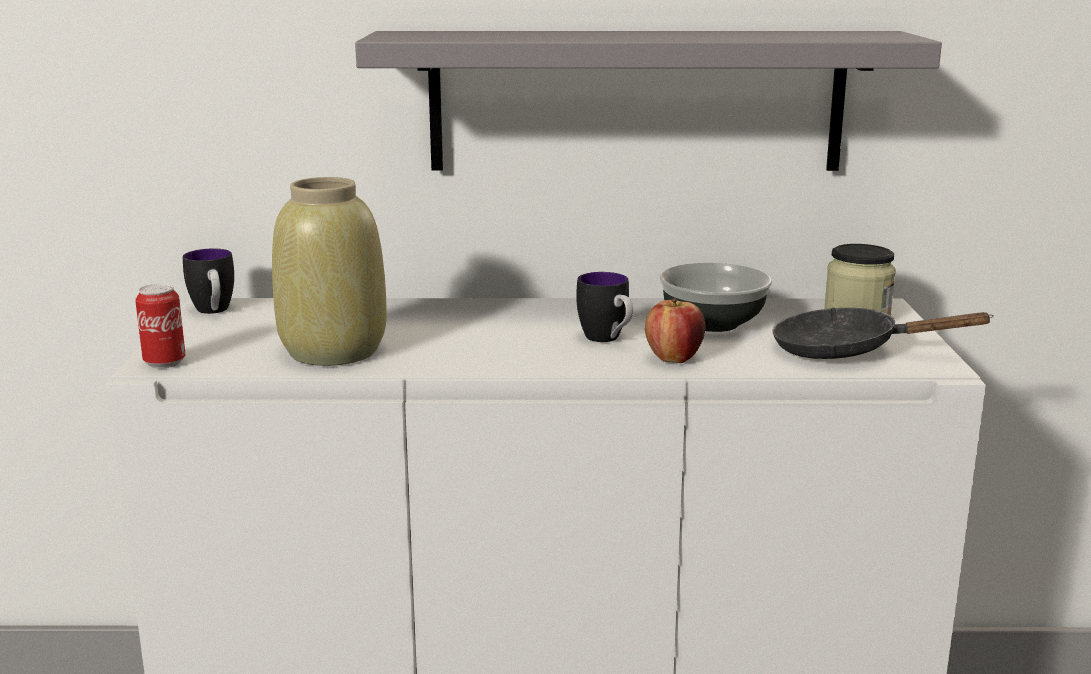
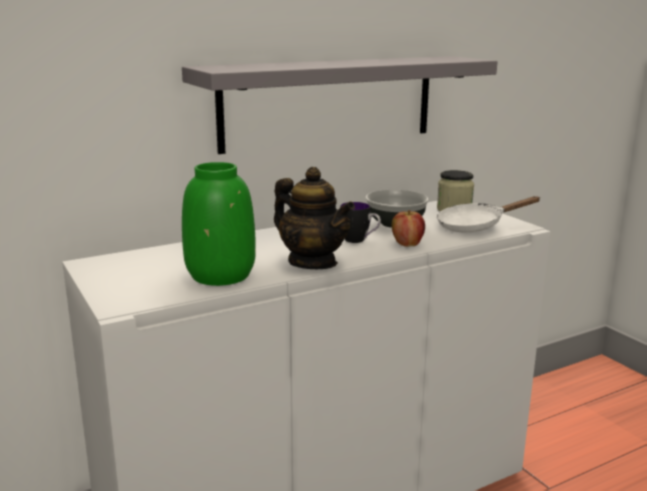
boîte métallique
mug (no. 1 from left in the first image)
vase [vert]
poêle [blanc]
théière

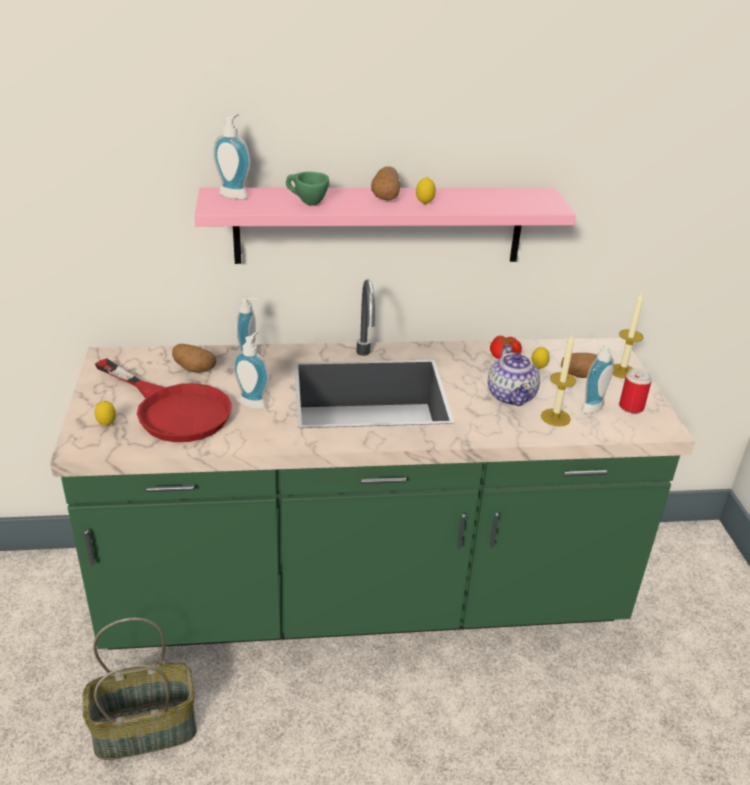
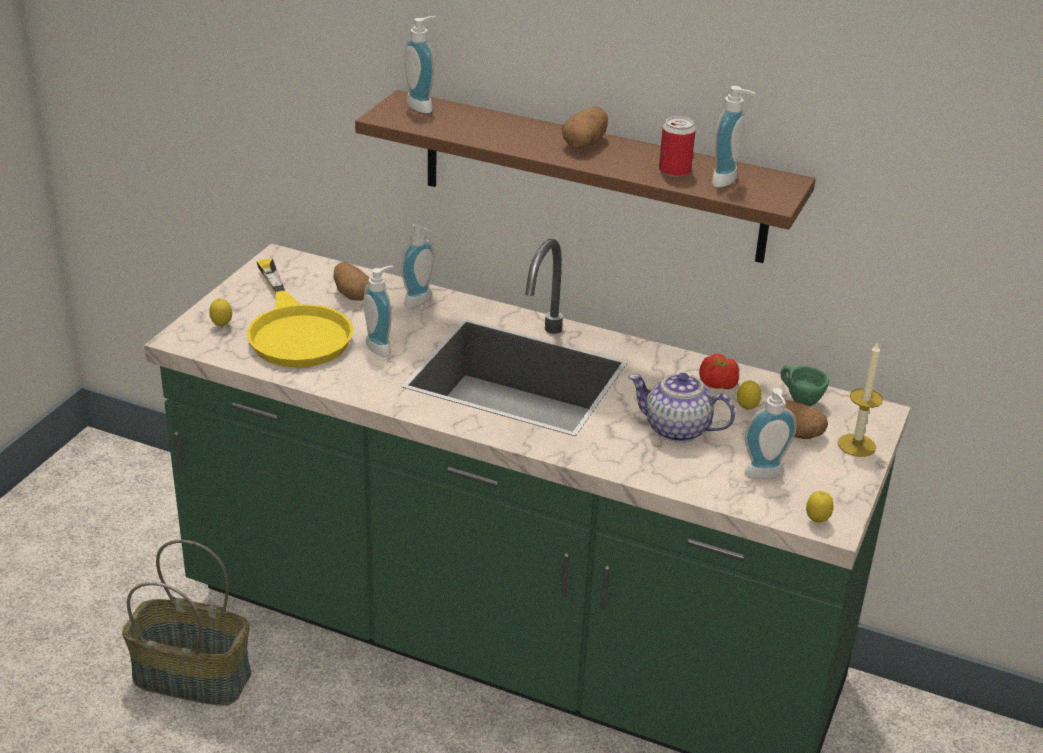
poêle [jaune]
étagère [marron]
tasse [vert]
citron (no. 3 from left)
théière
bougie (no. 1 from left in the first image)
boîte métallique
distributeur de savon (no. 4 from left)

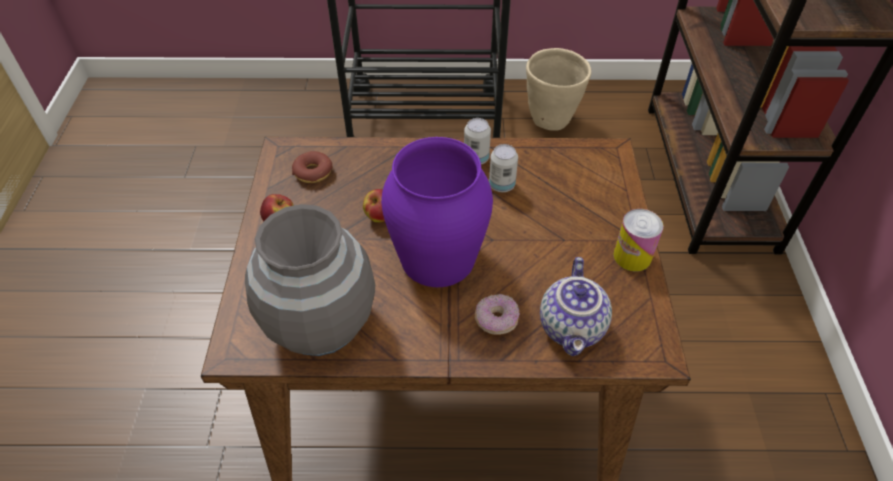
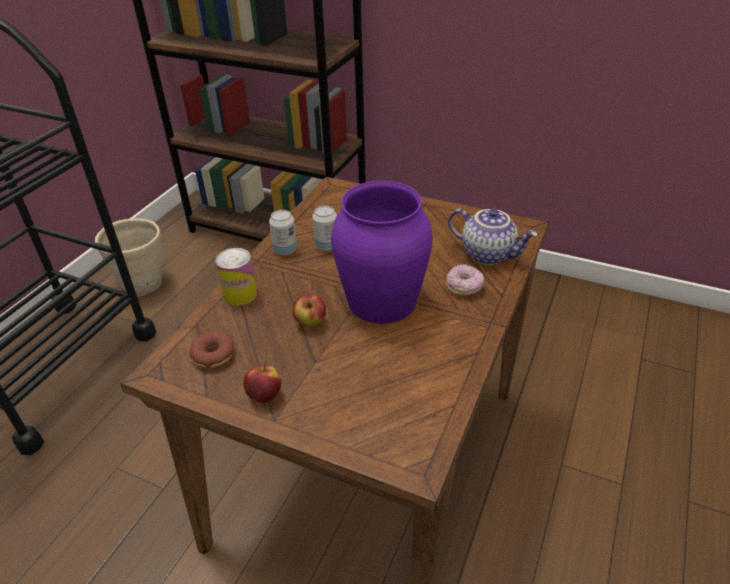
vase [gris]
boîte métallique (no. 1 from left)

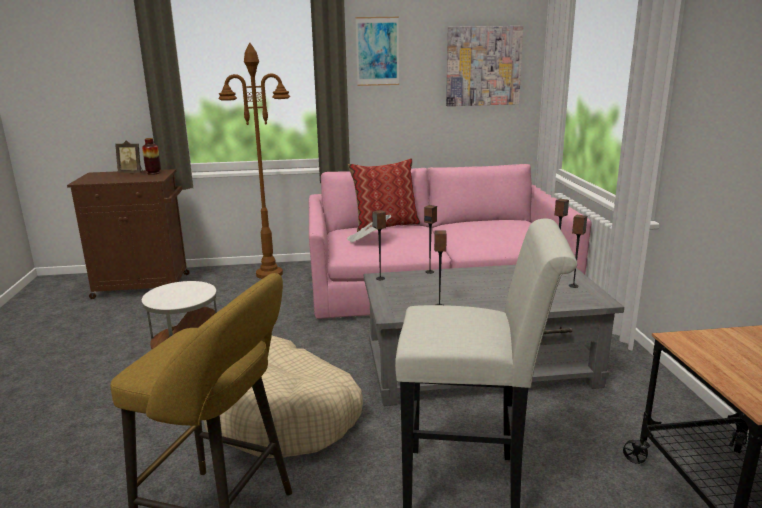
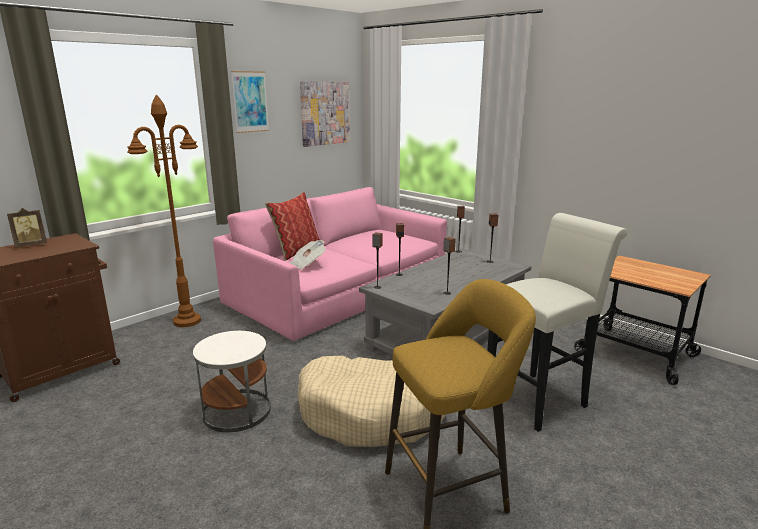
vase

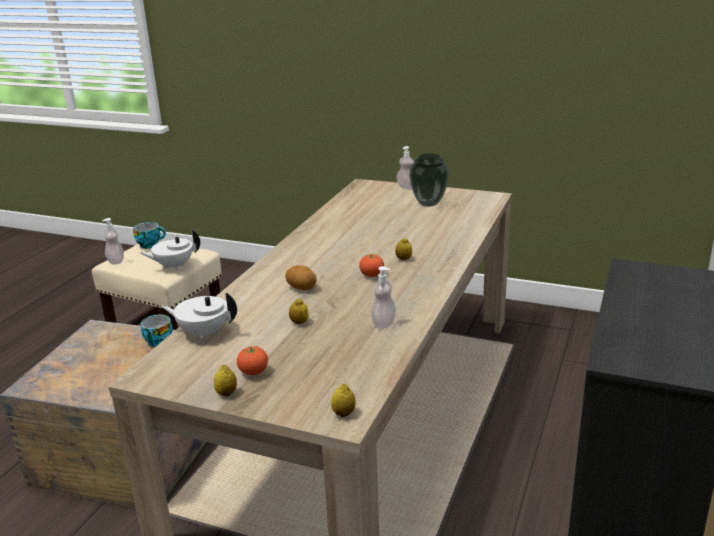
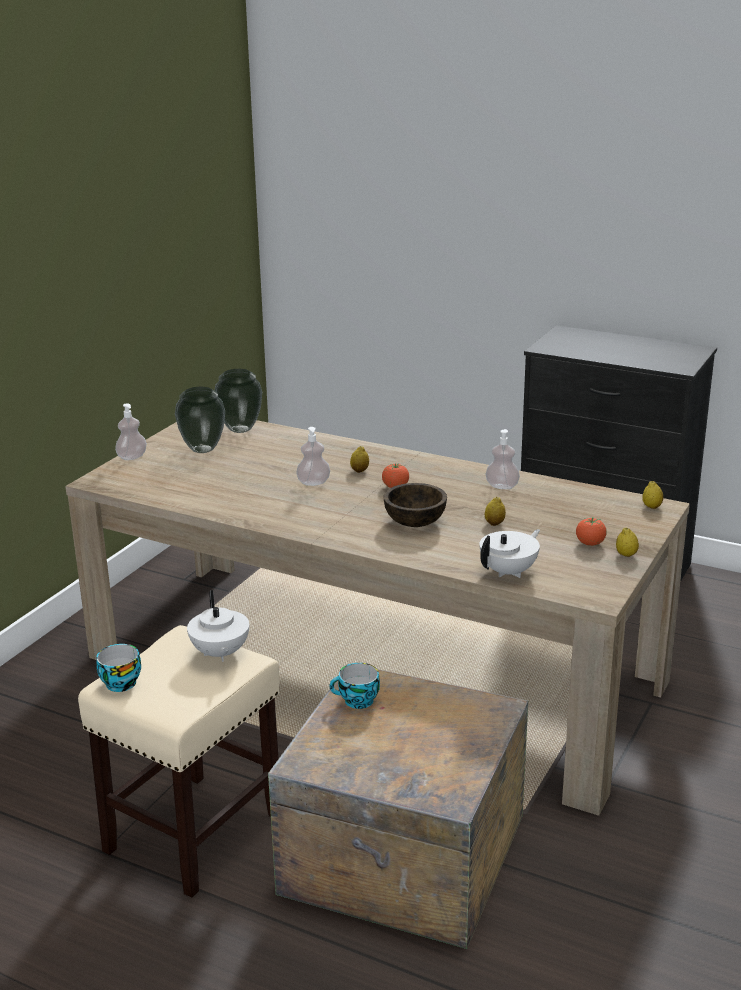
distributeur de savon (no. 2 from left)
théière [blanc] (no. 2 from left)
bol [marron]
vase (no. 2 from left)

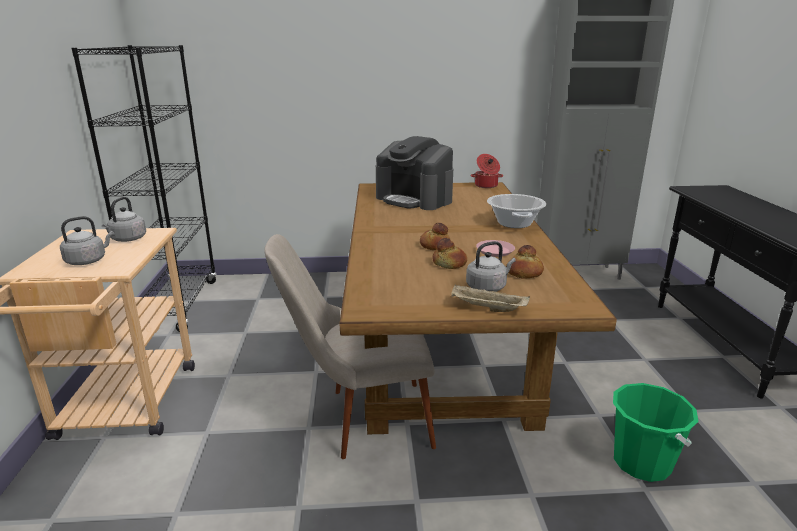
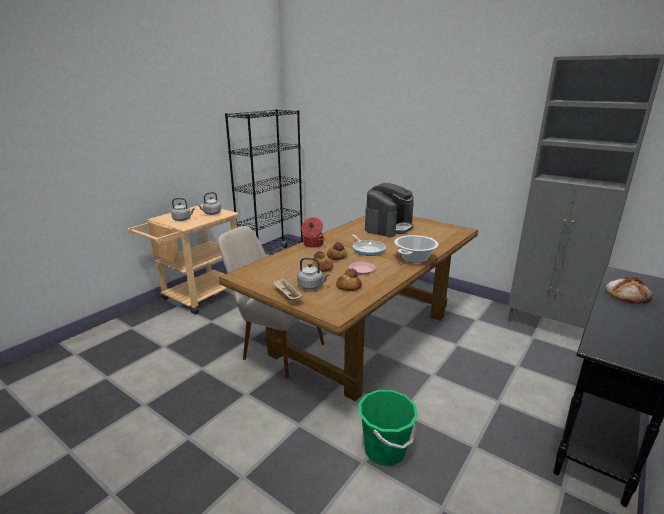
machine à café
marmite (no. 1 from left)
poêle
pain (no. 4 from left)

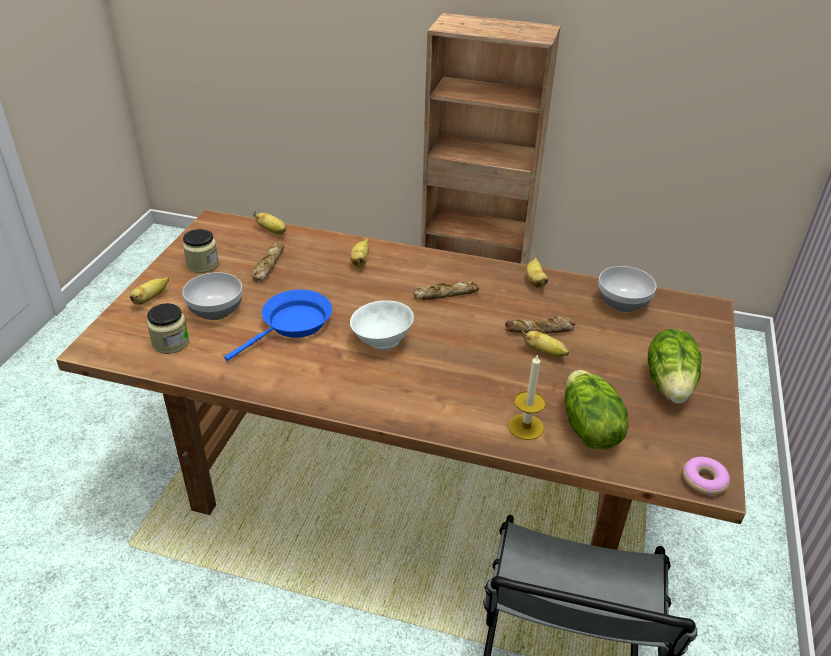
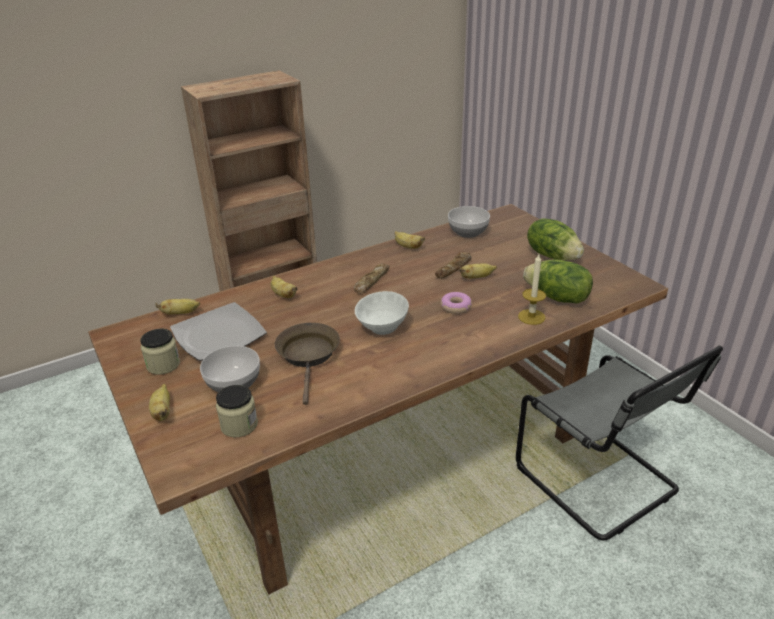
poêle [marron]
assiette
beignet

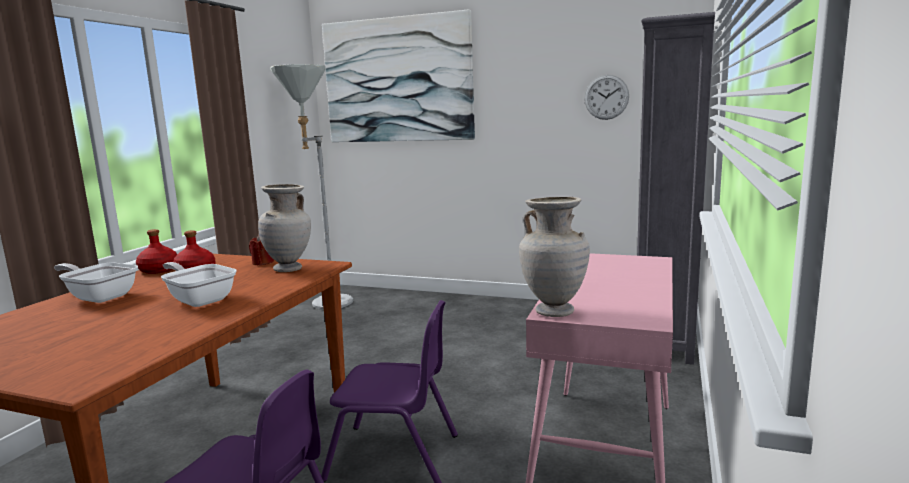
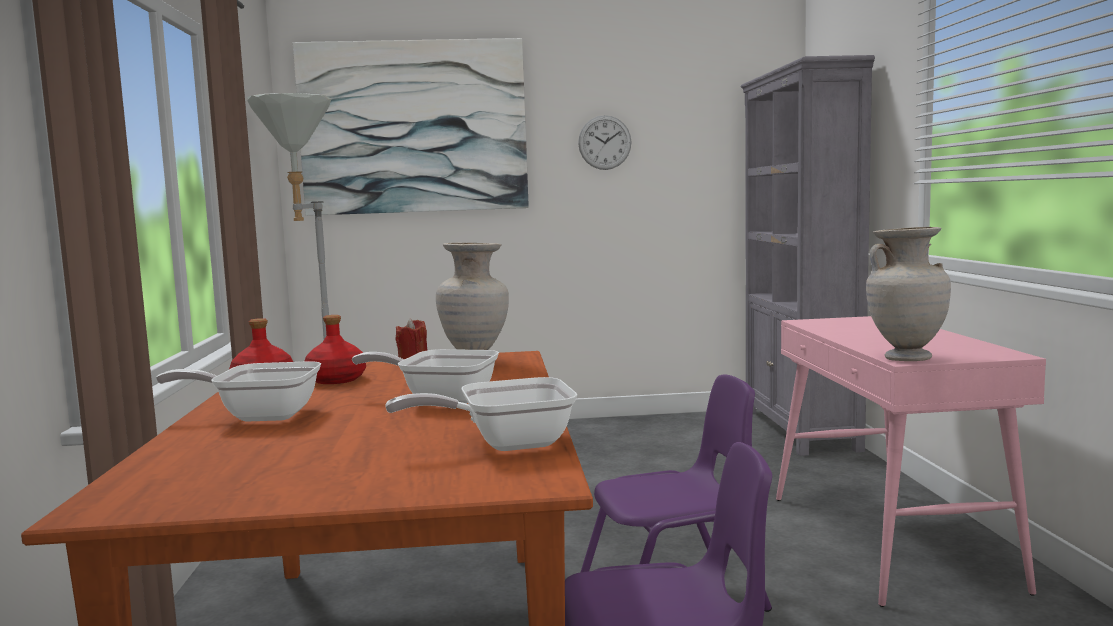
horloge murale
poêle (no. 3 from left)

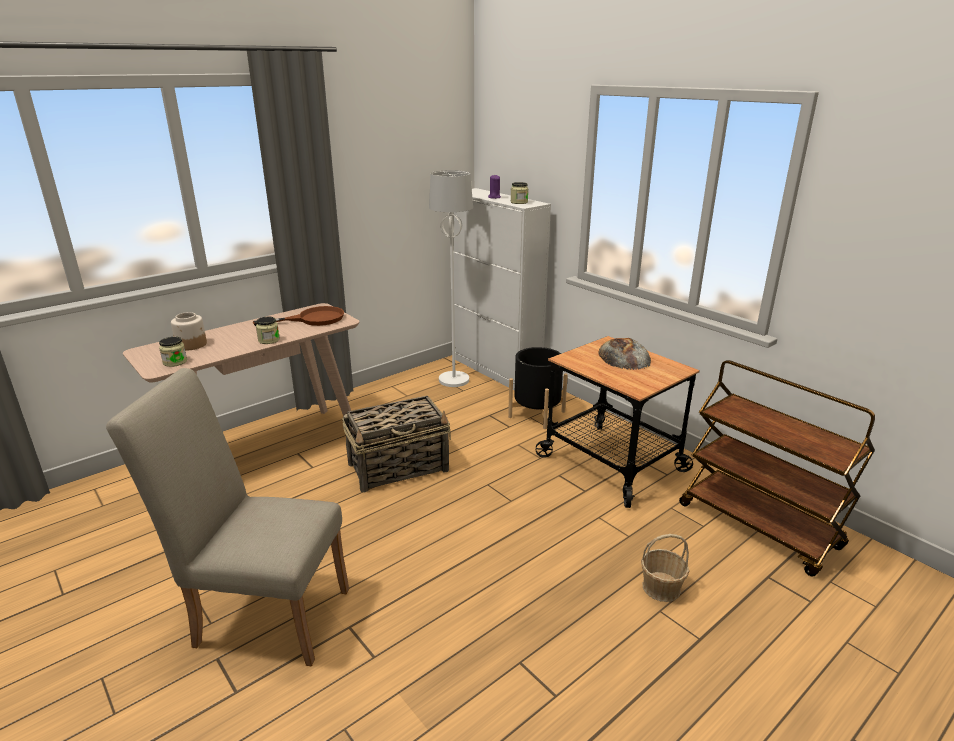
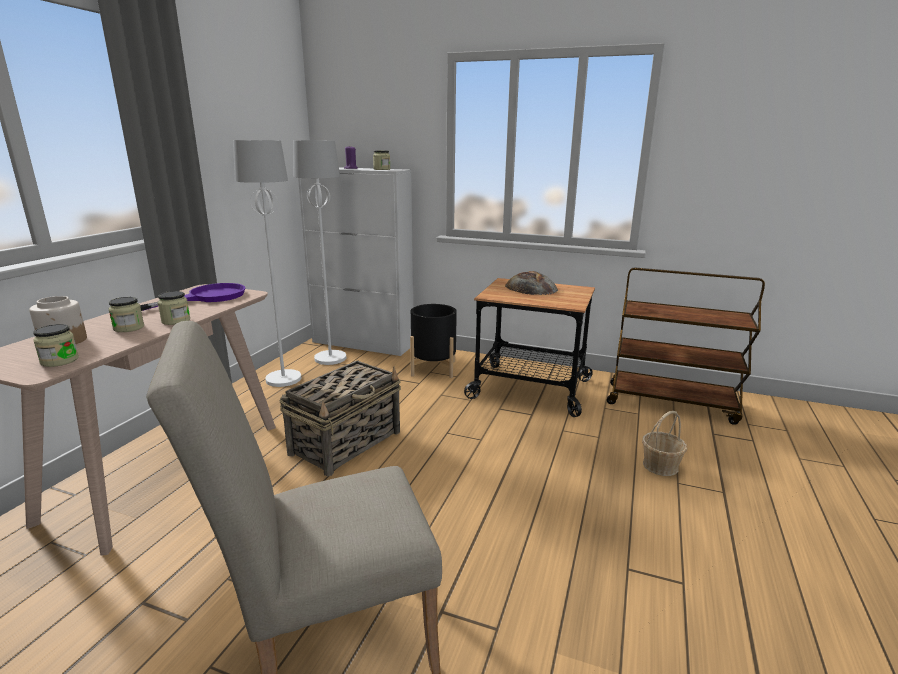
poêle [violet]
bocal (no. 3 from left)
lampadaire [blanc] (no. 1 from left)

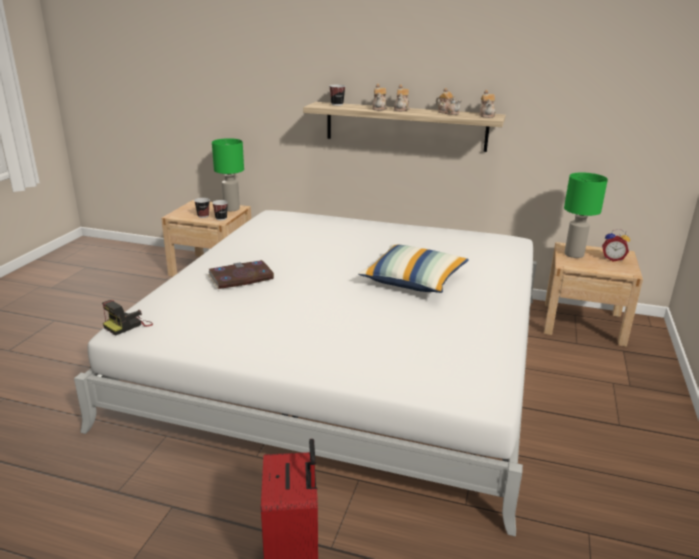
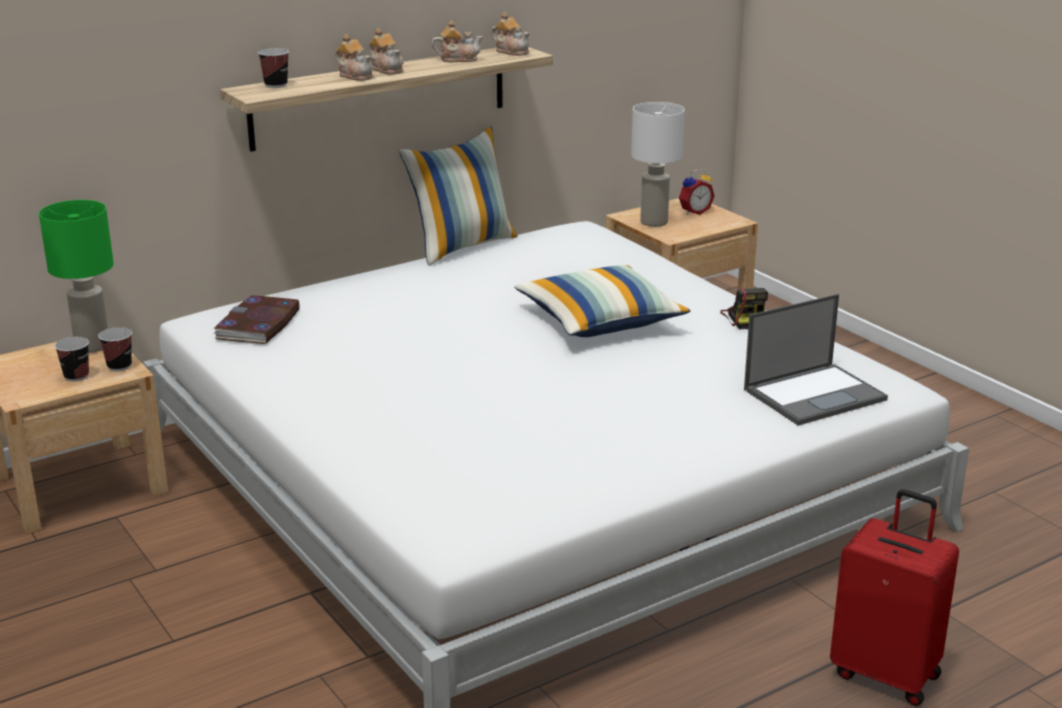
appareil photo
livre
lampe de table [blanc]
coussin (no. 1 from left)
ordinateur portable

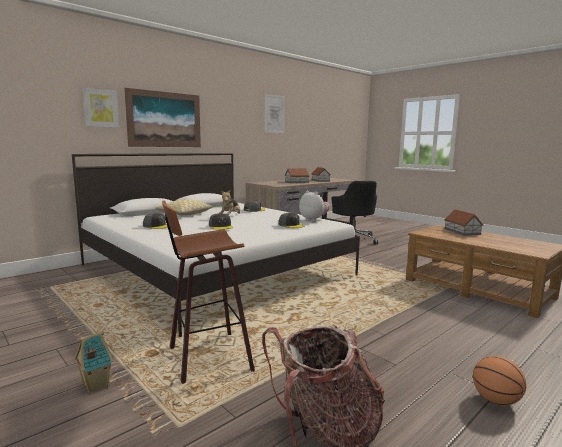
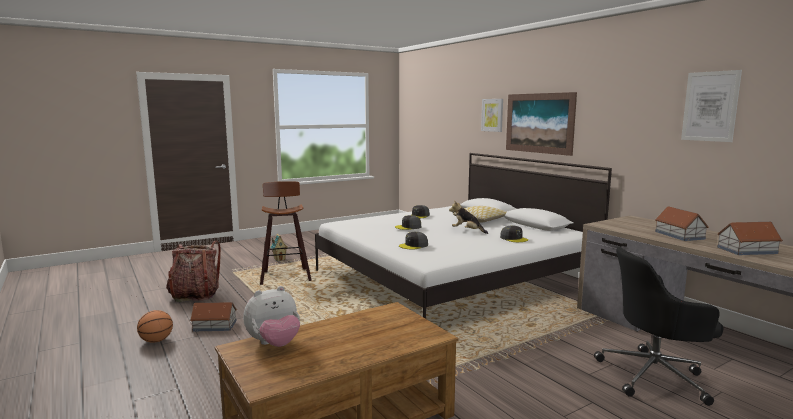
peluche (no. 1 from left)
maison miniature (no. 1 from left)

